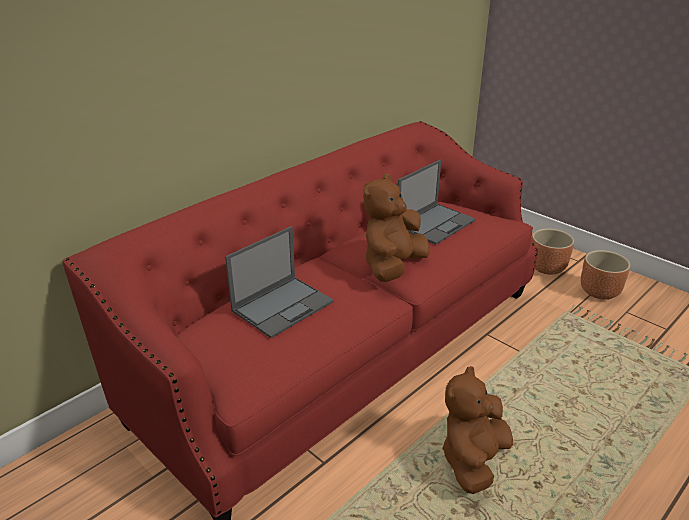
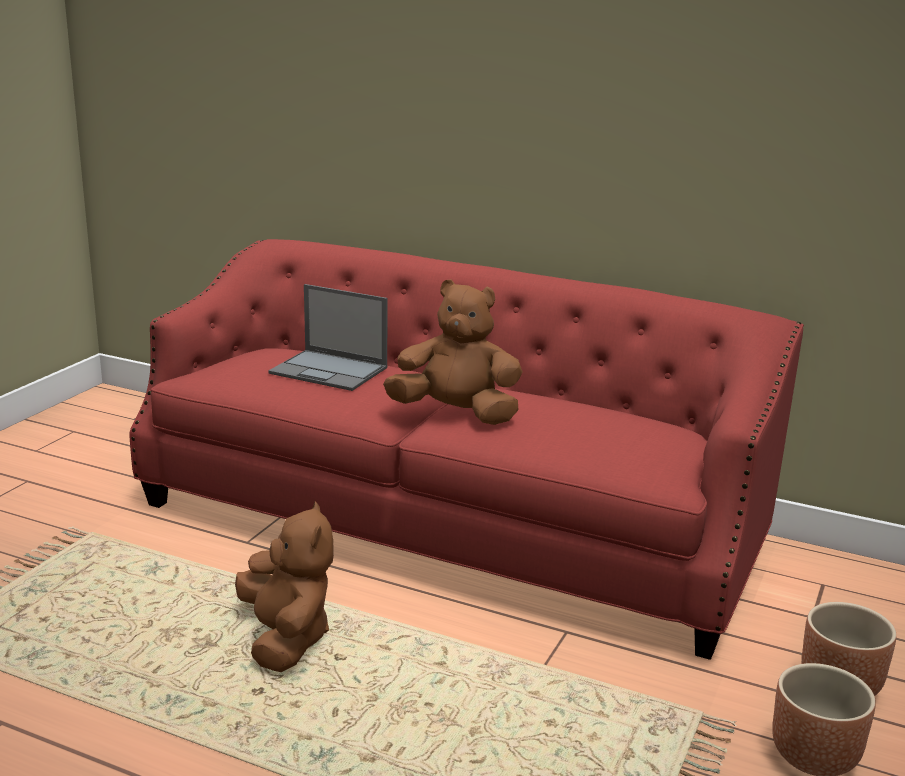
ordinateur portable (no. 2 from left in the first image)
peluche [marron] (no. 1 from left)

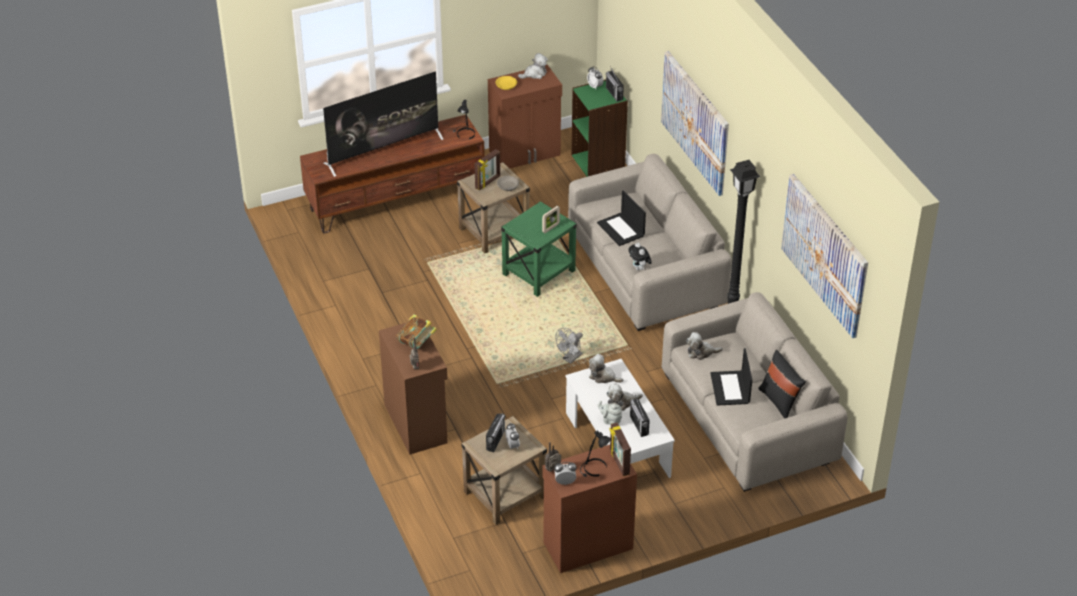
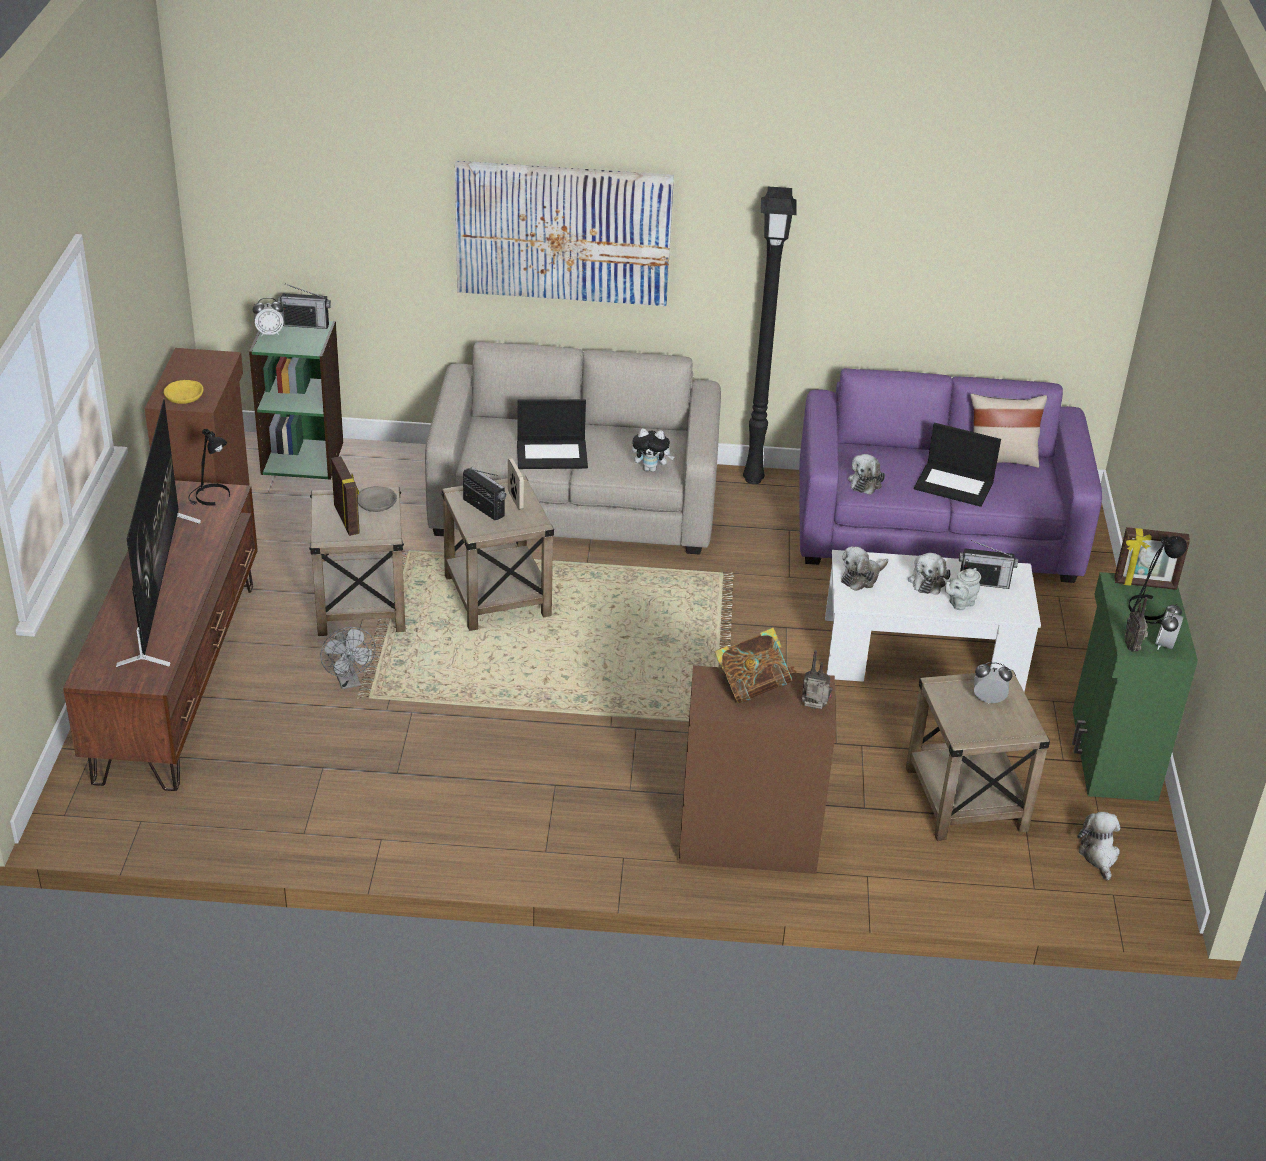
radio (no. 2 from left)
table d'appoint [beige] (no. 2 from left)
peluche (no. 5 from left)
meuble de rangement [vert]
ventilateur [gris]
canapé [violet]
coussin [beige]
tableau (no. 2 from left in the first image)

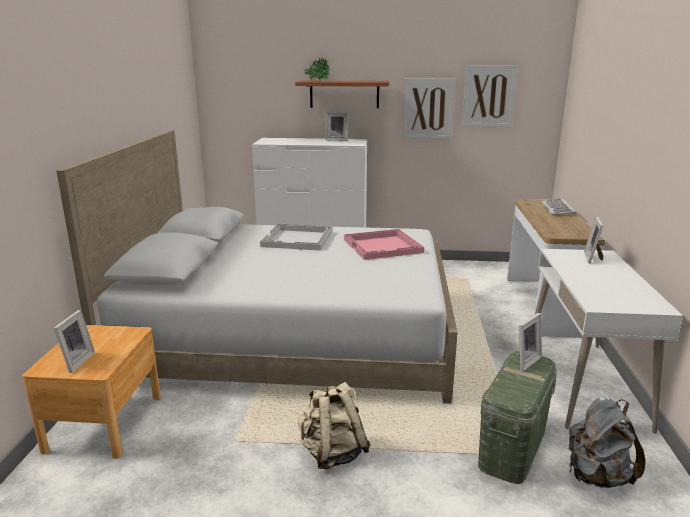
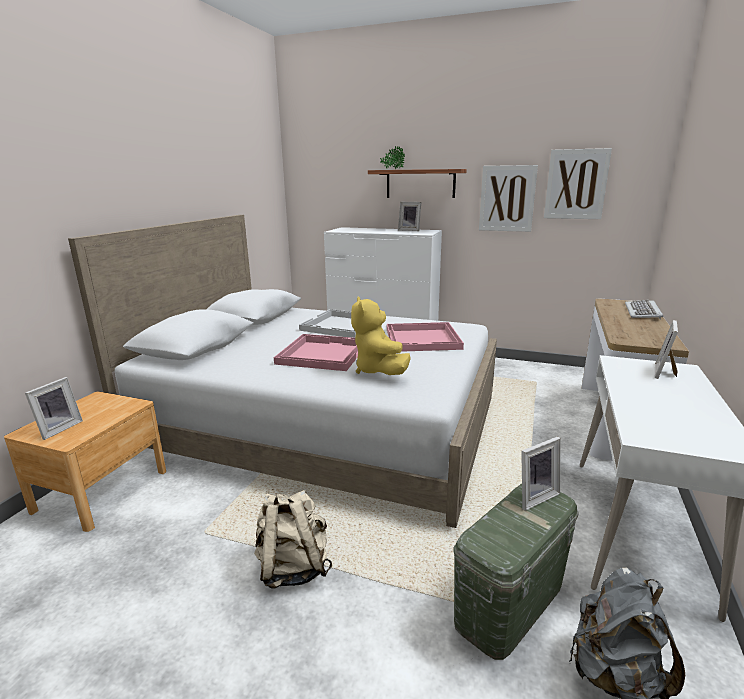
plateau [rose] (no. 1 from left)
peluche [jaune]

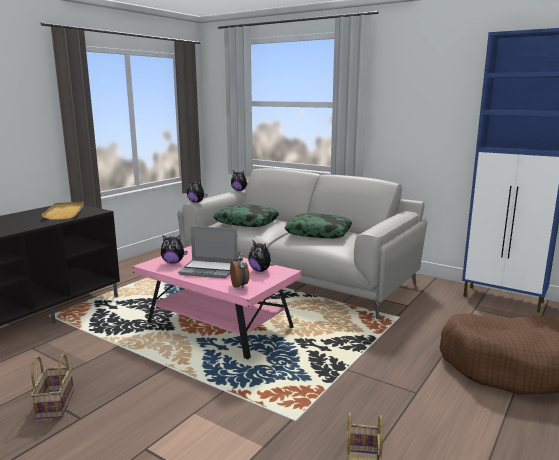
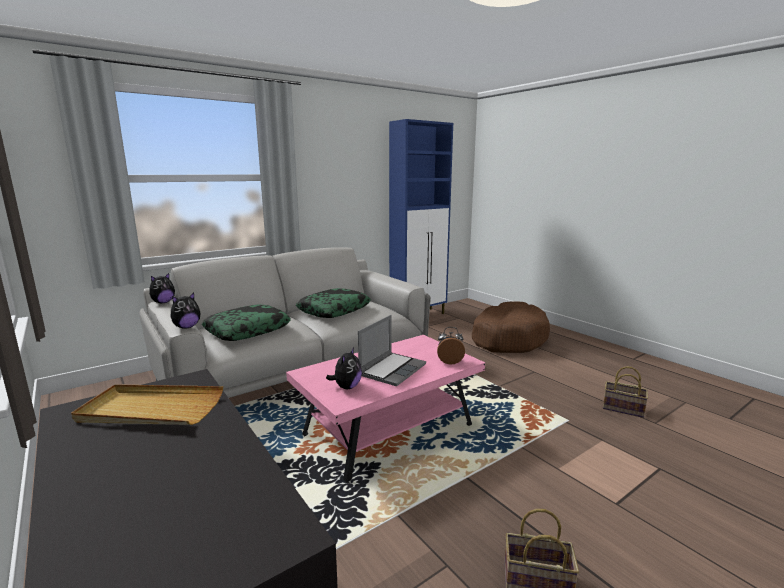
peluche (no. 4 from left in the first image)

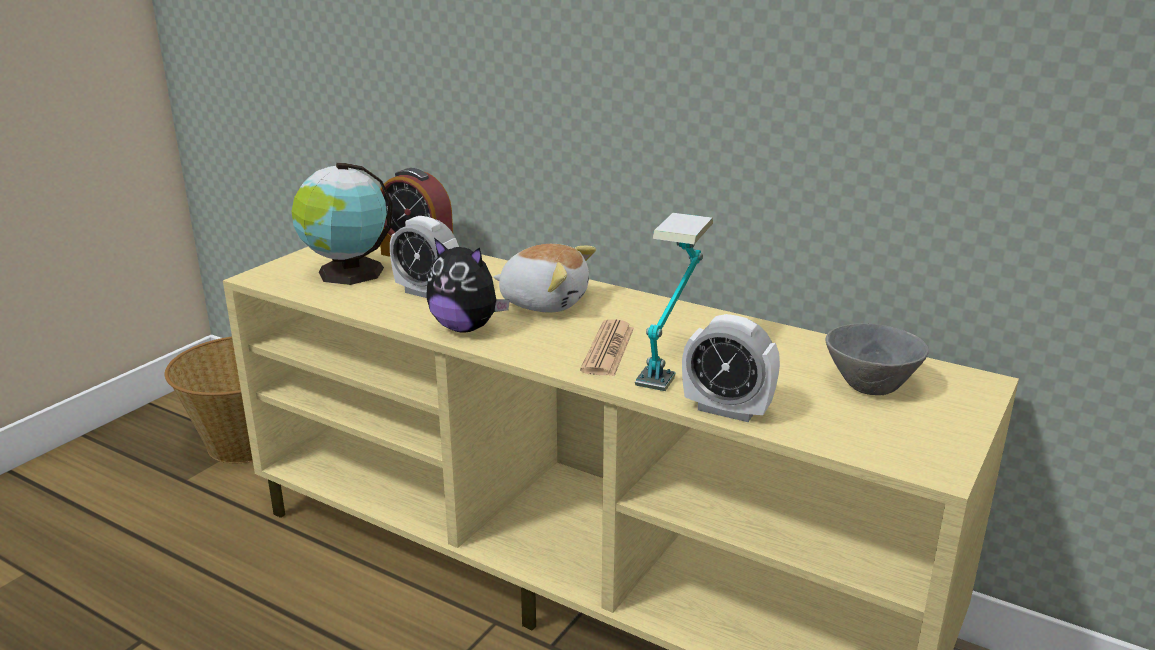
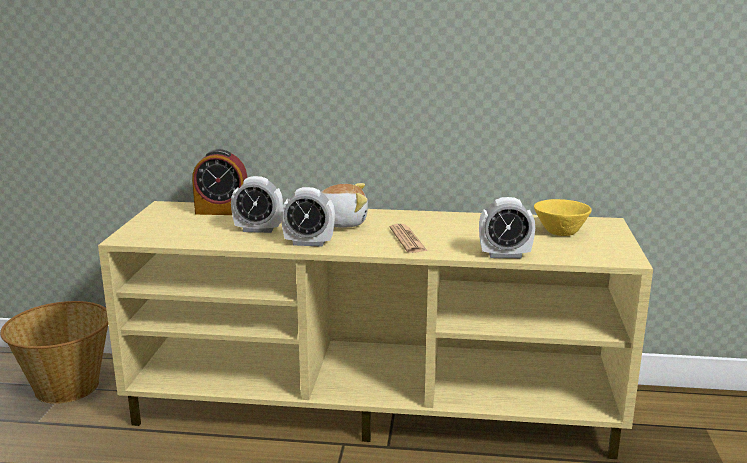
globe
réveil (no. 3 from left)
lampe de table
bol [jaune]

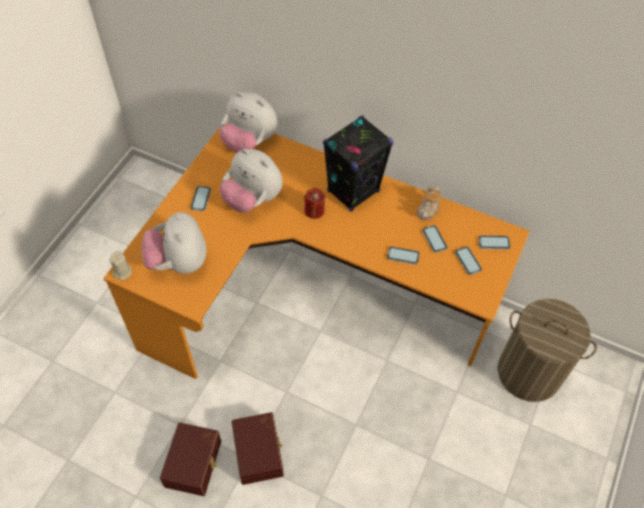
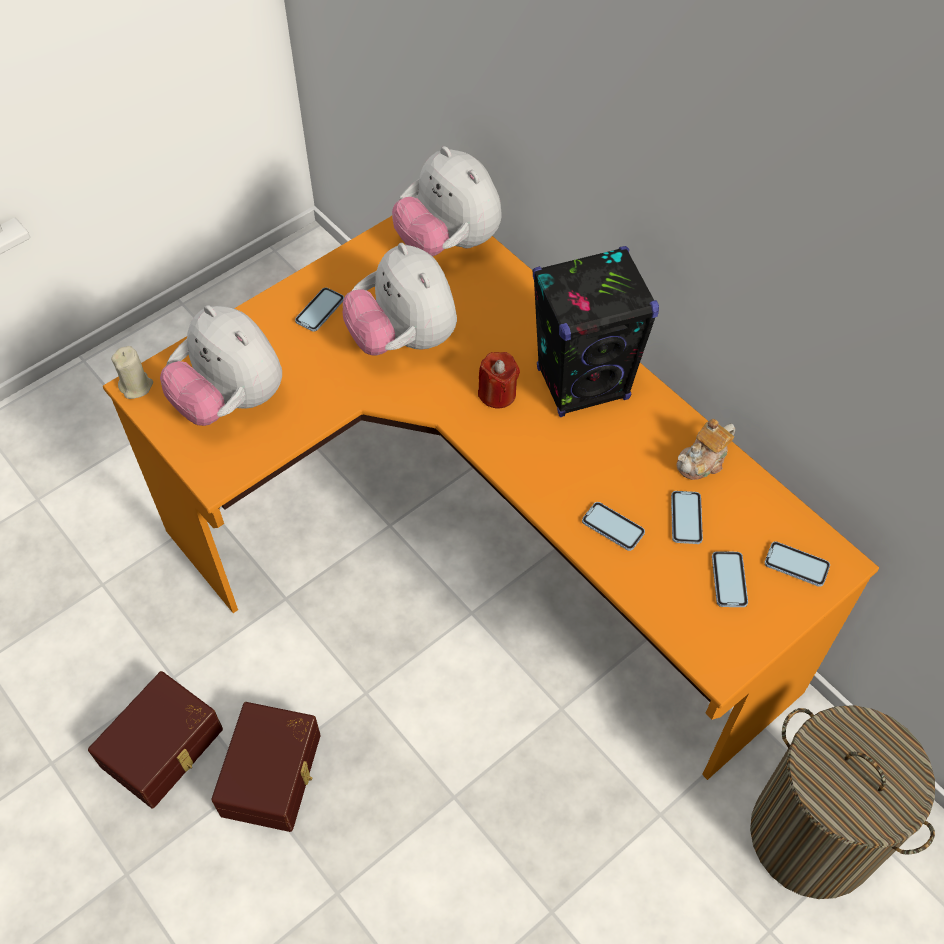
peluche (no. 1 from left)

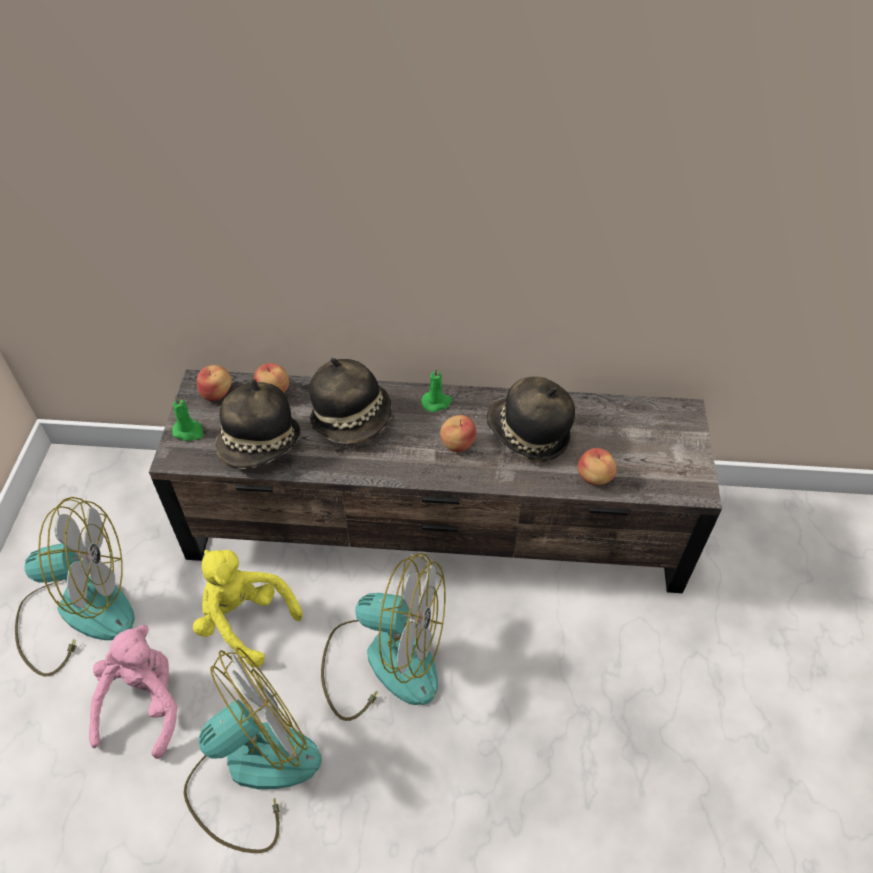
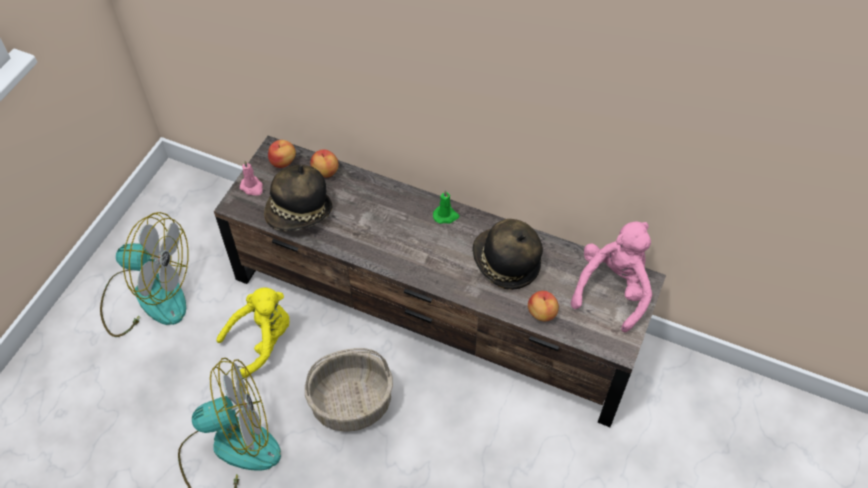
peluche [rose]
bougie [rose]
peluche [jaune]
chapeau (no. 2 from left in the first image)
panier
pomme (no. 3 from left in the first image)

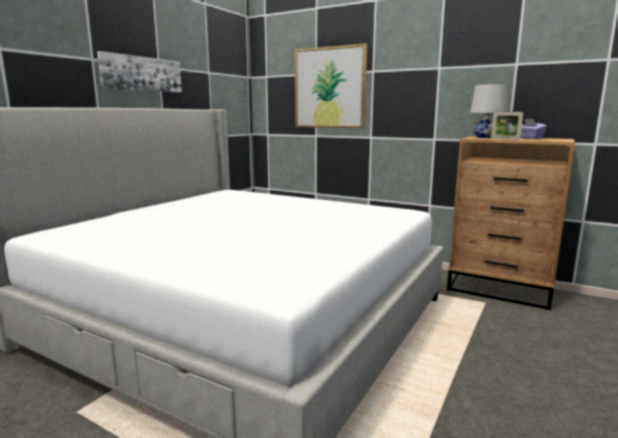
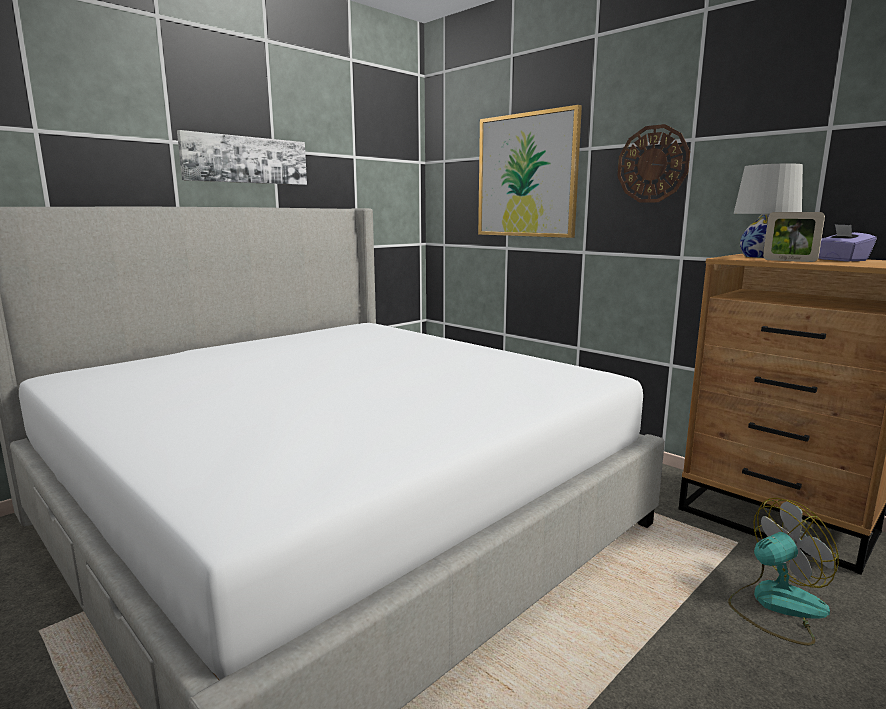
horloge murale
ventilateur

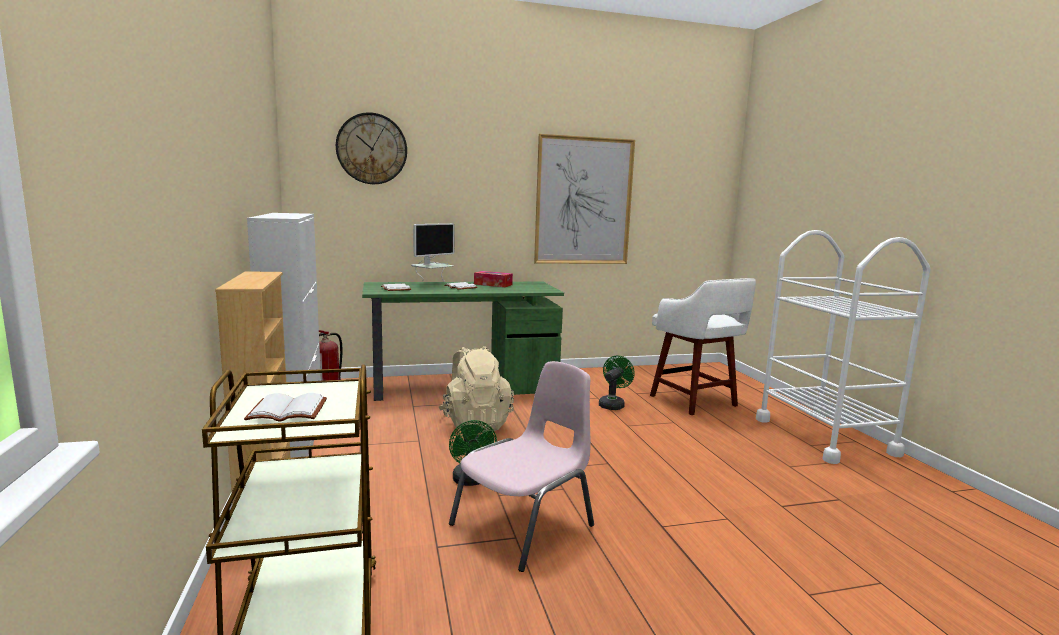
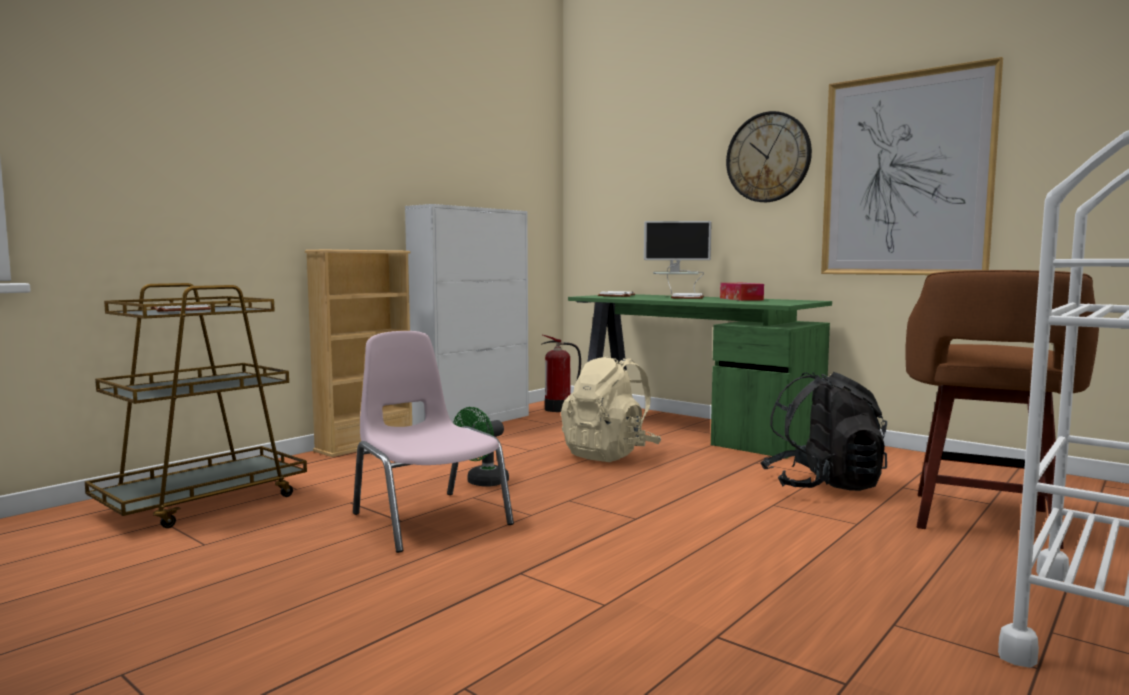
horloge murale
chaise [rose]
sac à dos [noir]
tabouret [marron]

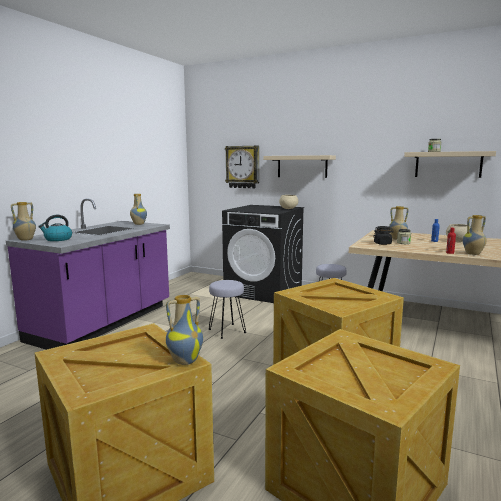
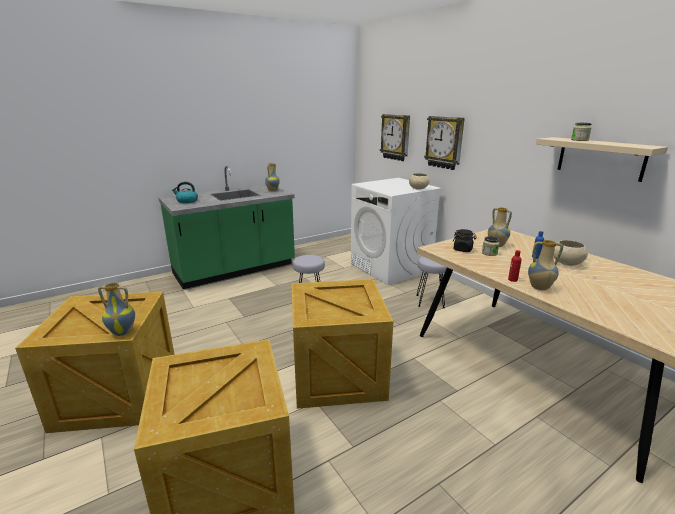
comptoir de cuisine [vert]
vase (no. 1 from left in the first image)
lave-linge [blanc]
horloge murale (no. 2 from left)

